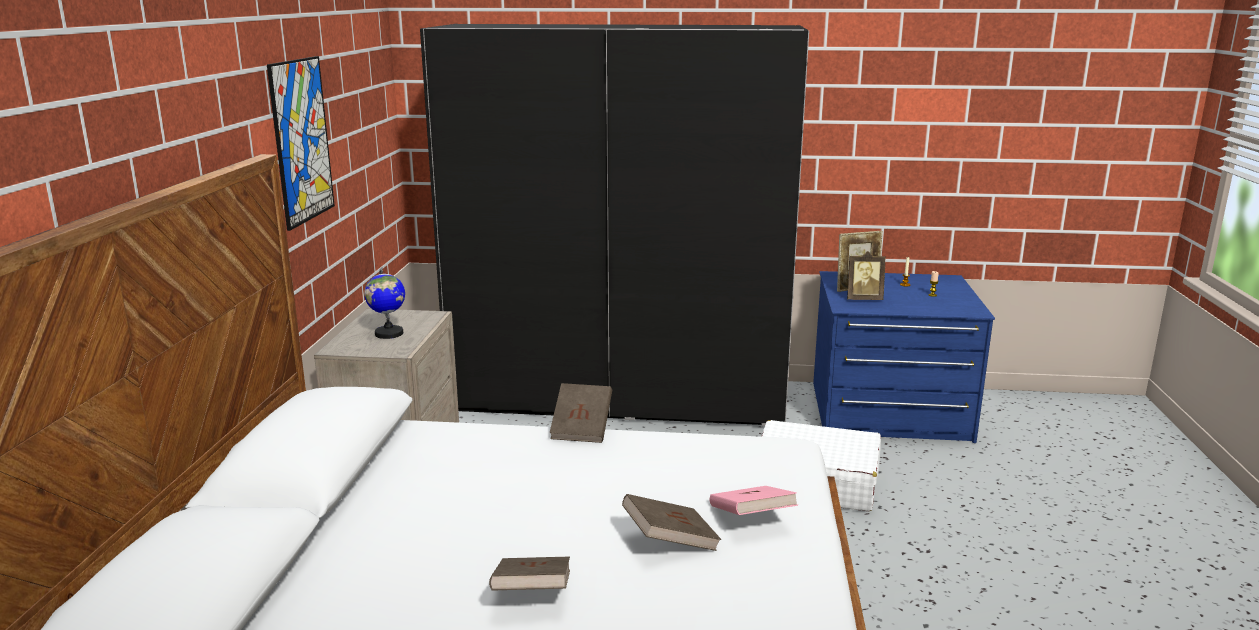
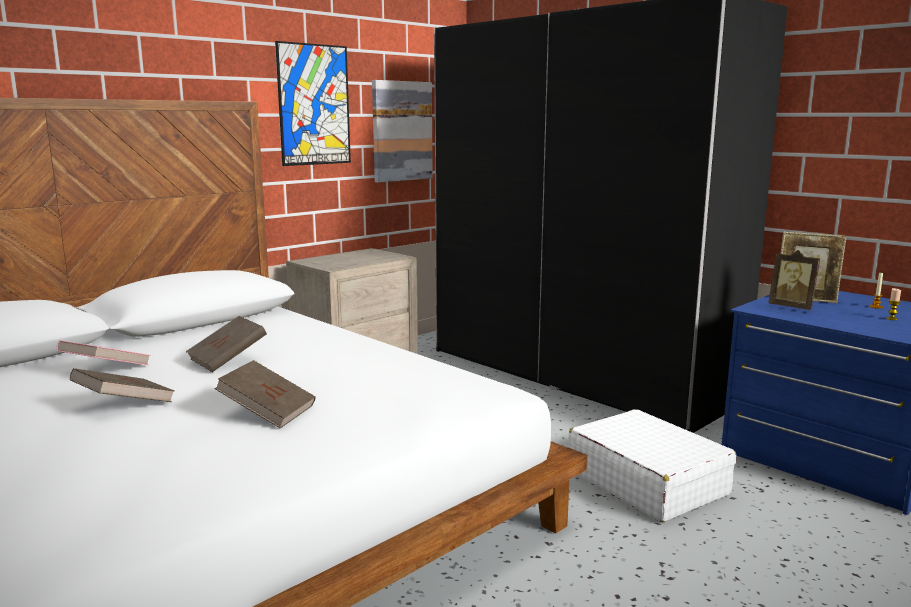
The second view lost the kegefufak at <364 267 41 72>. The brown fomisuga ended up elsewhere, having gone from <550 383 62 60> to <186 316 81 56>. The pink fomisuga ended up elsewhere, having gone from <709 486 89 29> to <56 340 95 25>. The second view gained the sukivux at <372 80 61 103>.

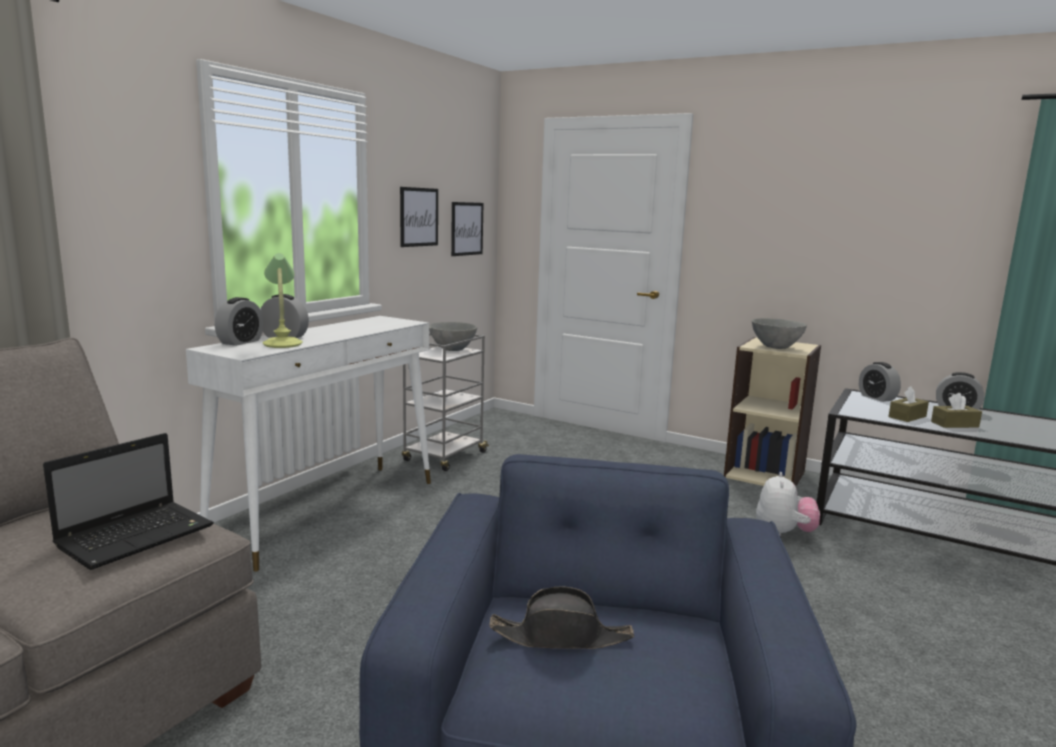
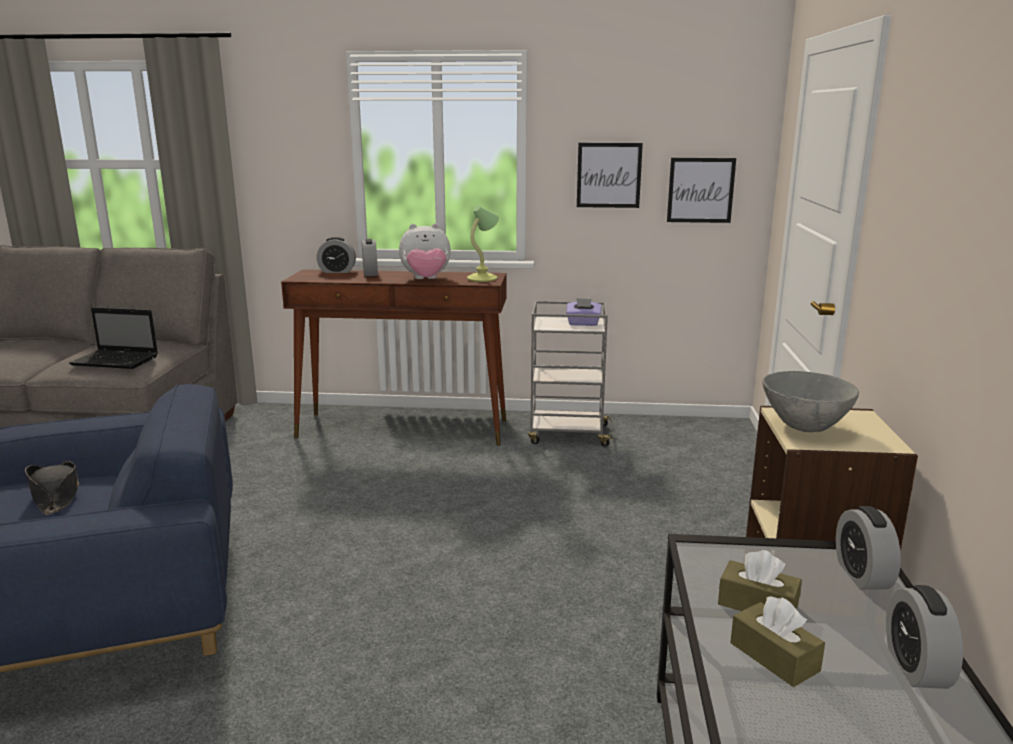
What was the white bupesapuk at <186 316 245 256> turned into the brown bupesapuk at <281 269 225 177>. The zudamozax ended up elsewhere, having gone from <263 253 40 95> to <467 206 32 76>. Where the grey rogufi stood at <429 322 48 29>, the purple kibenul came to stand at <566 298 36 28>. The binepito ended up elsewhere, having gone from <756 472 64 64> to <399 223 52 56>. The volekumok at <859 362 42 40> ended up facing another way, 45 degrees counterclockwise from before.

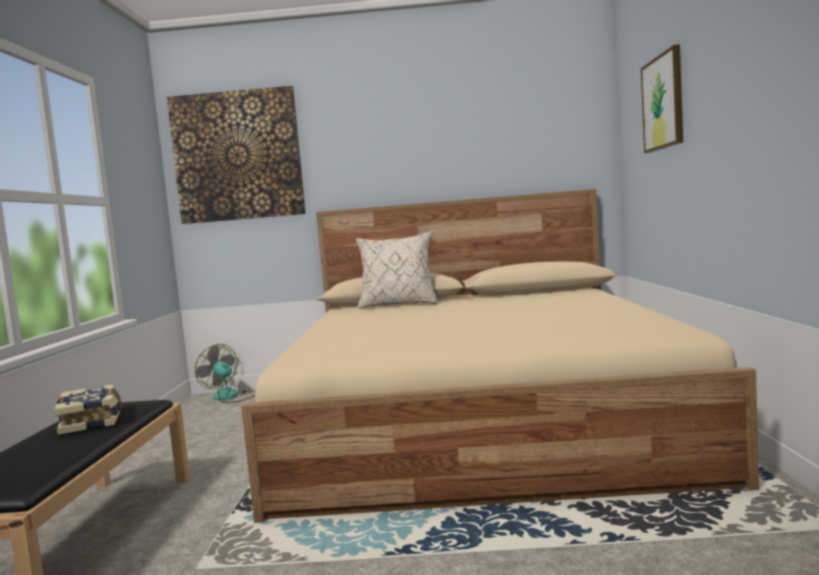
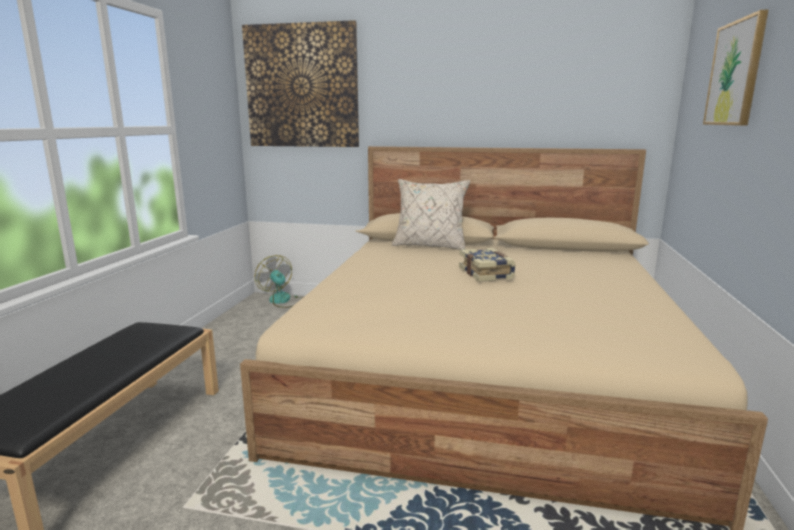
The fomisuga ended up elsewhere, having gone from <54 384 67 51> to <459 248 57 34>.

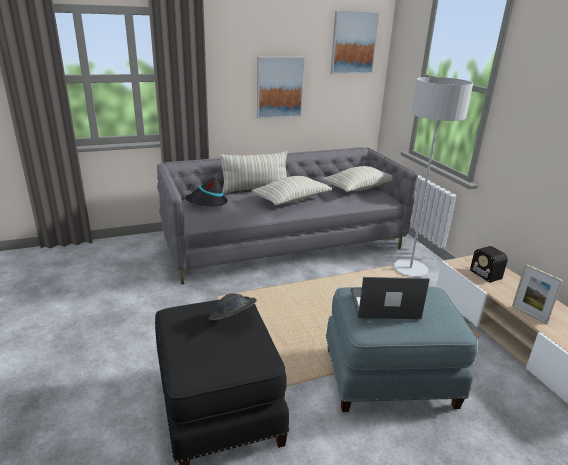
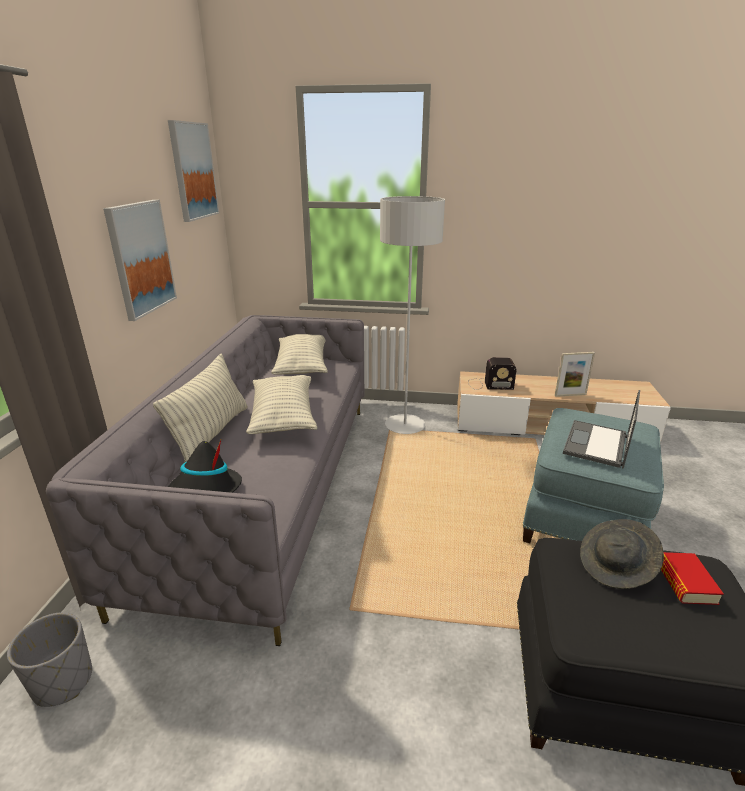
The second view gained the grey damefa at <7 612 85 95>. The second view gained the fomisuga at <661 552 63 53>.

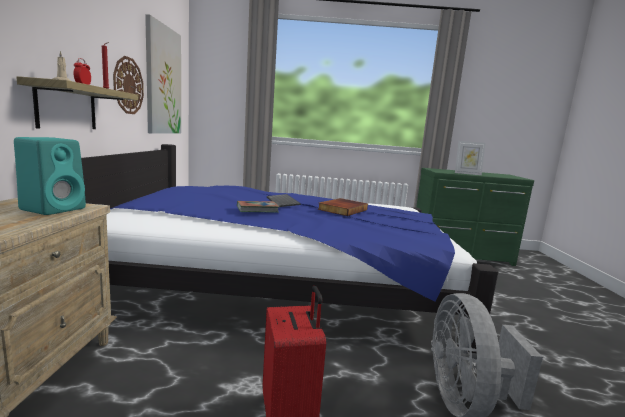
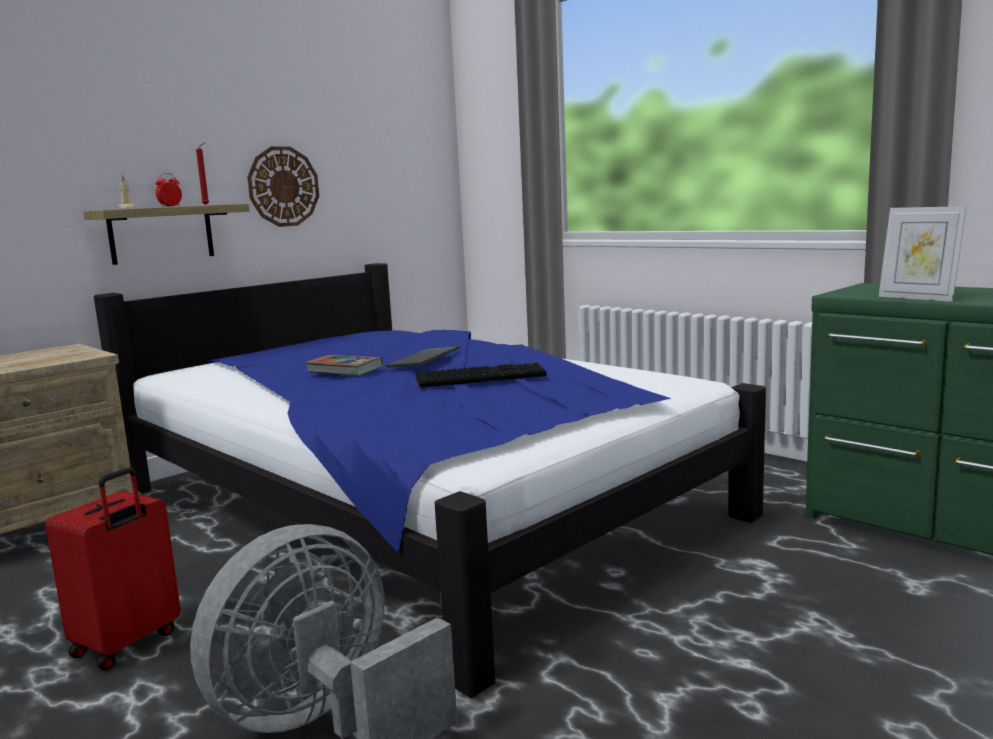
The second view lost the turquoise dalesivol at <14 137 72 78>. The second view lost the sukivux at <145 14 36 120>. Where the fomisuga stood at <318 198 50 18>, the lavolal came to stand at <415 363 132 25>.

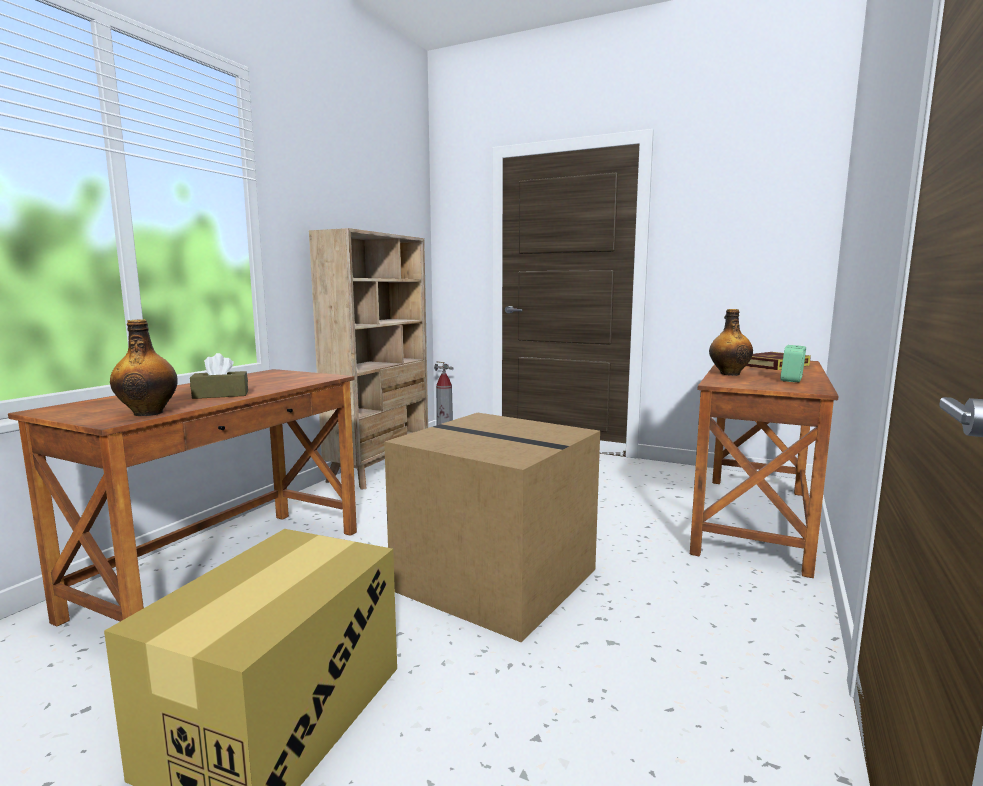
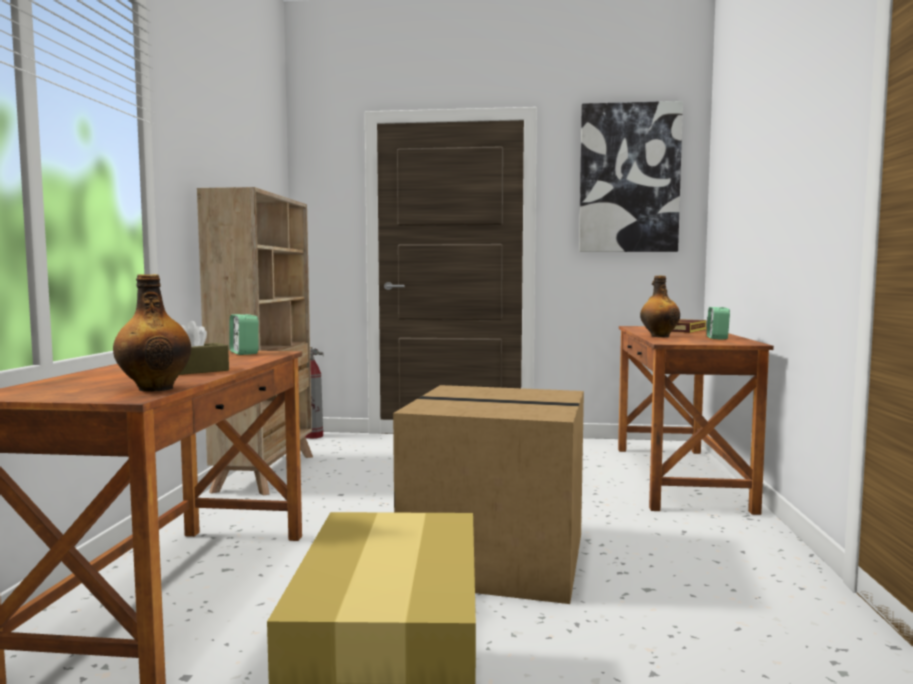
The second view gained the volekumok at <229 314 30 41>. The second view gained the sukivux at <579 101 104 151>.

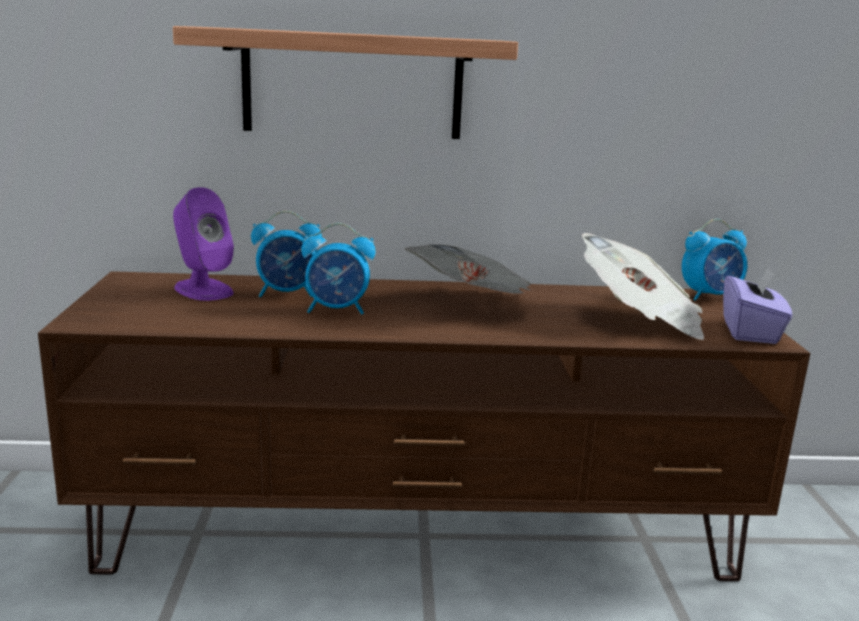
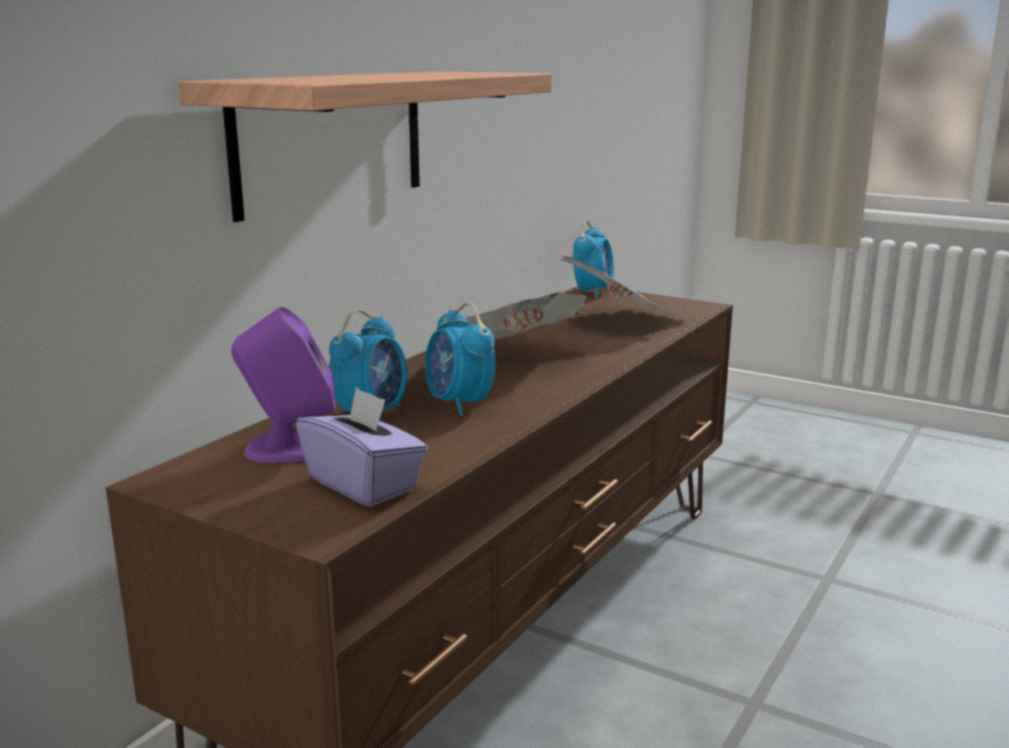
The volekumok at <301 223 75 91> ended up facing another way, 120 degrees clockwise from before. The purple kibenul ended up elsewhere, having gone from <723 267 69 77> to <296 387 132 120>.

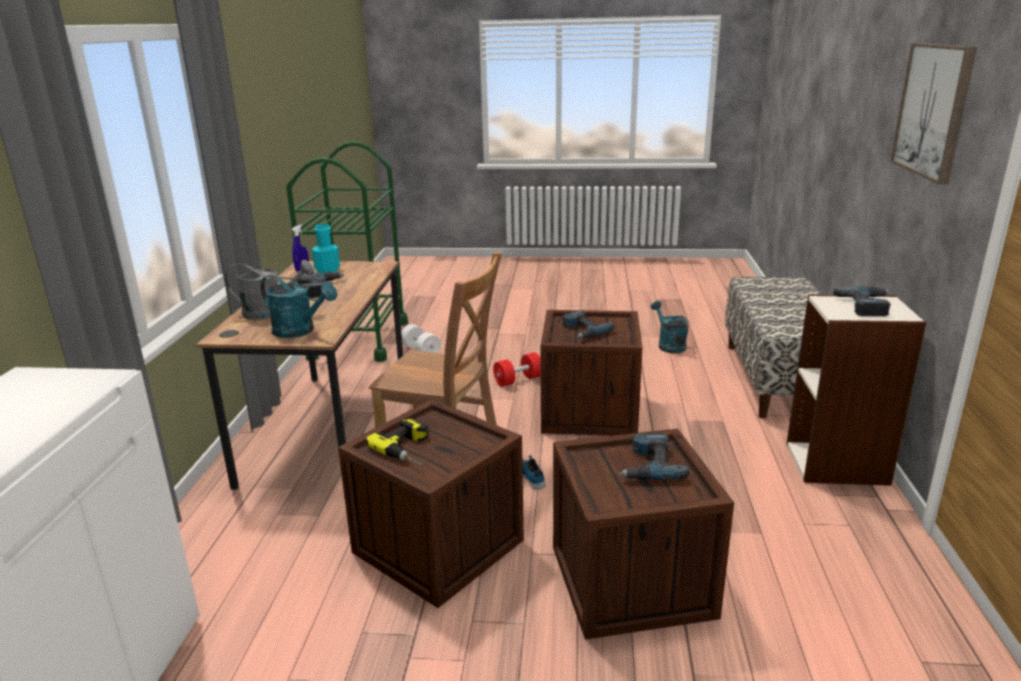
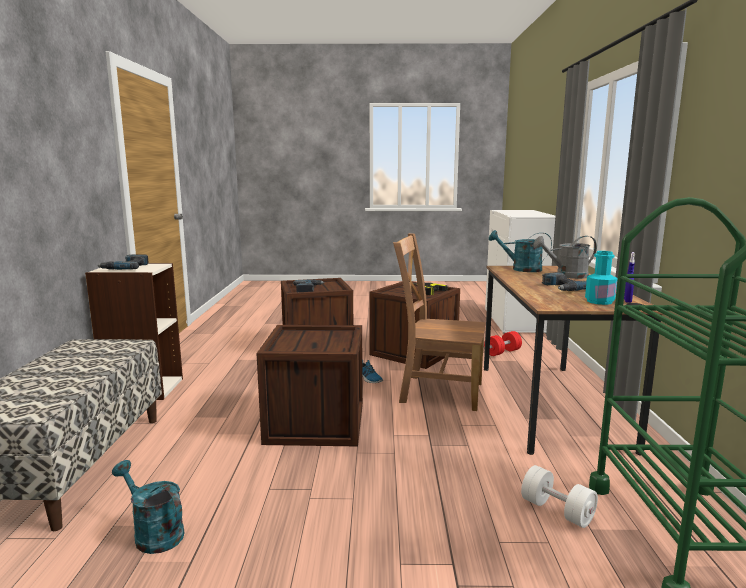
The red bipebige ended up elsewhere, having gone from <493 352 48 35> to <484 331 38 25>. The second view lost the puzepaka at <562 310 53 29>. The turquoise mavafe at <651 301 37 52> ended up facing another way, 150 degrees clockwise from before. The second view lost the sukivux at <890 43 87 141>.

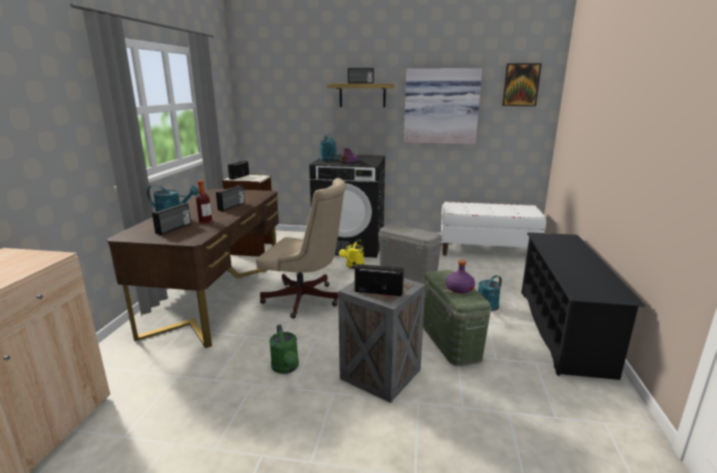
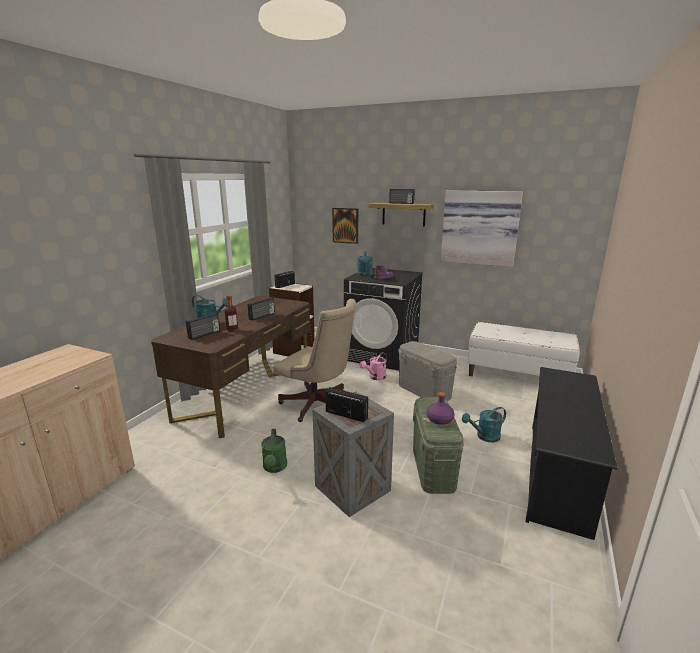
What was the yellow mavafe at <339 239 25 30> turned into the pink mavafe at <360 352 27 28>. The sukivux ended up elsewhere, having gone from <502 63 40 43> to <332 208 26 36>.

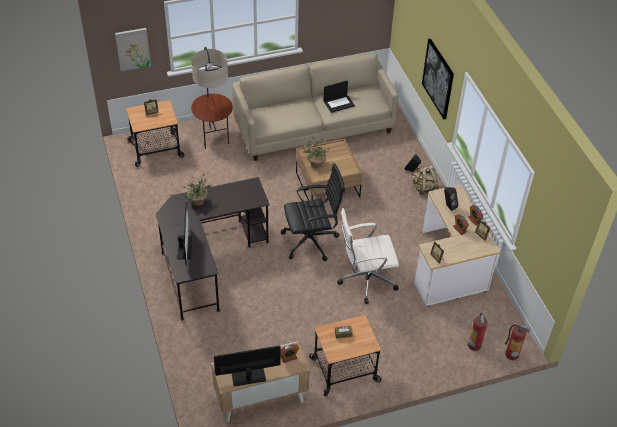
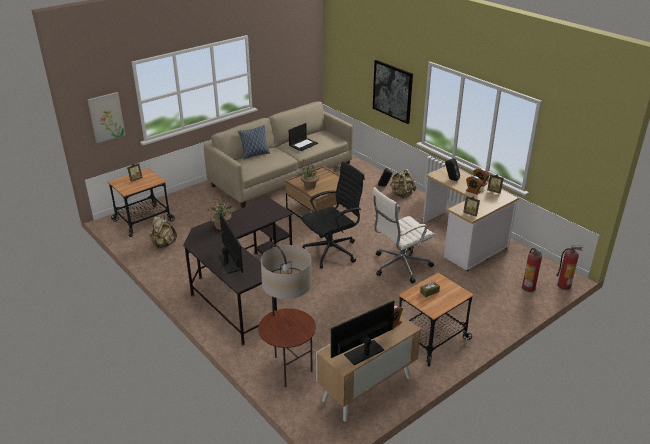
The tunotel ended up elsewhere, having gone from <191 47 42 102> to <258 244 58 143>. The second view gained the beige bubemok at <149 215 28 33>. The second view gained the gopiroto at <238 125 32 34>.

